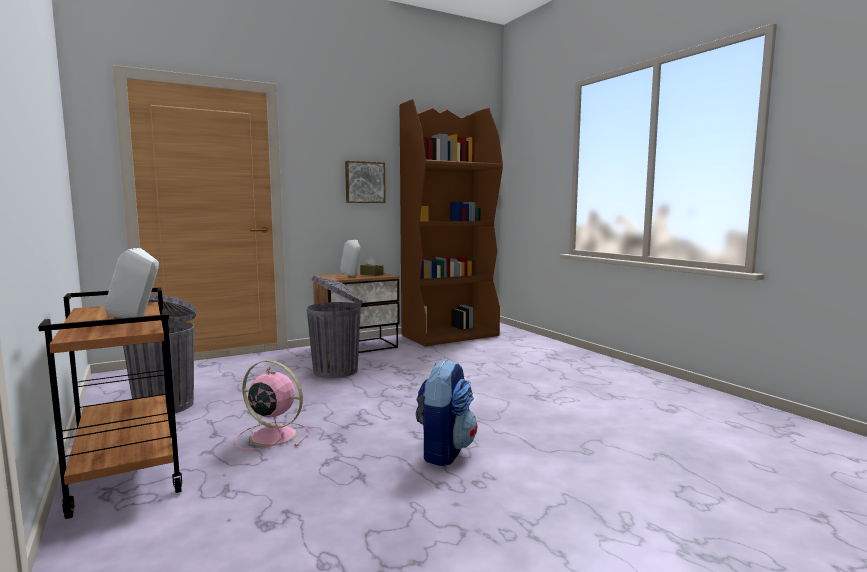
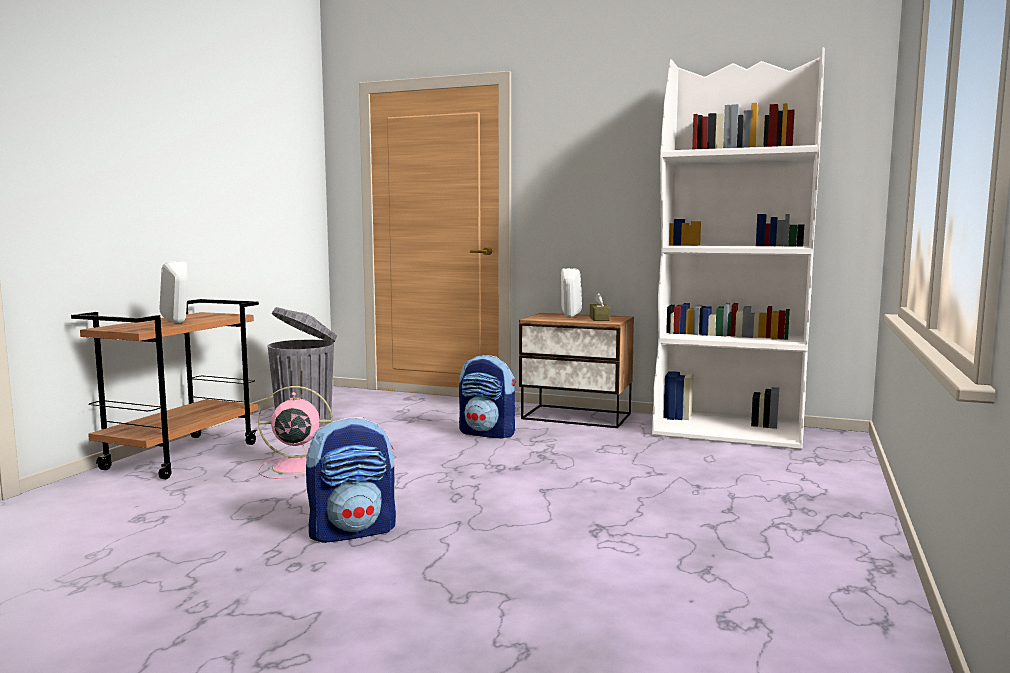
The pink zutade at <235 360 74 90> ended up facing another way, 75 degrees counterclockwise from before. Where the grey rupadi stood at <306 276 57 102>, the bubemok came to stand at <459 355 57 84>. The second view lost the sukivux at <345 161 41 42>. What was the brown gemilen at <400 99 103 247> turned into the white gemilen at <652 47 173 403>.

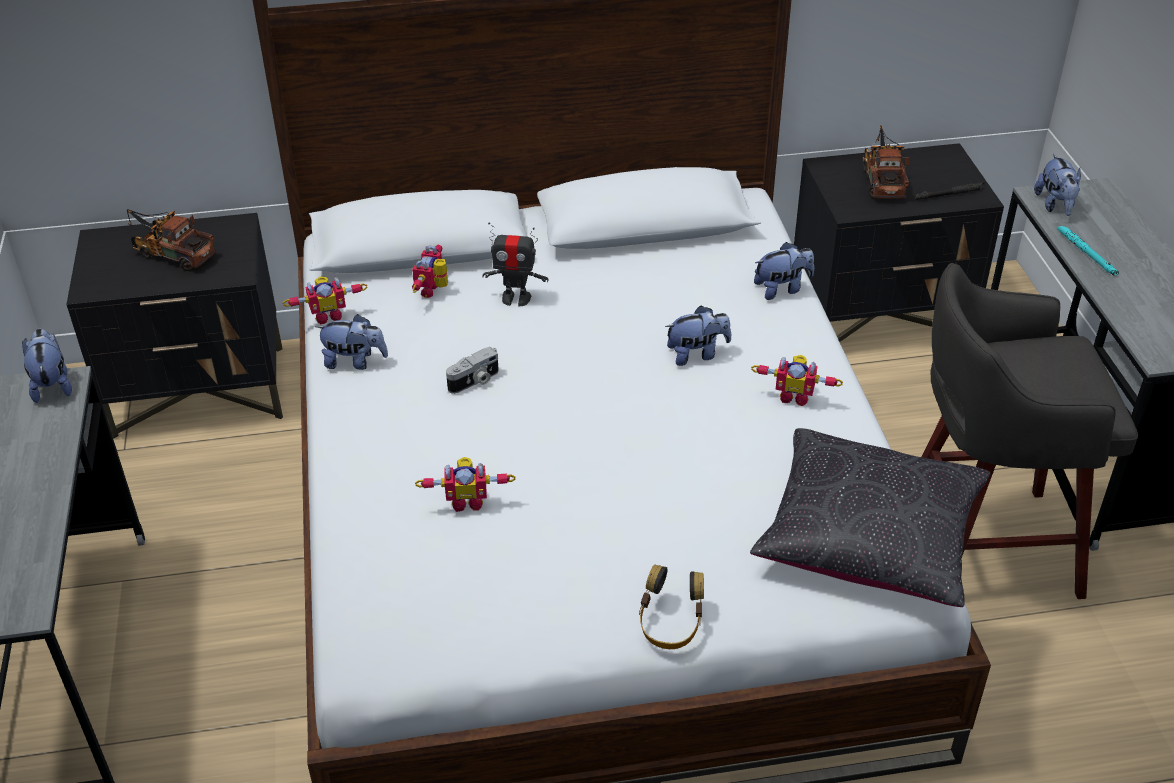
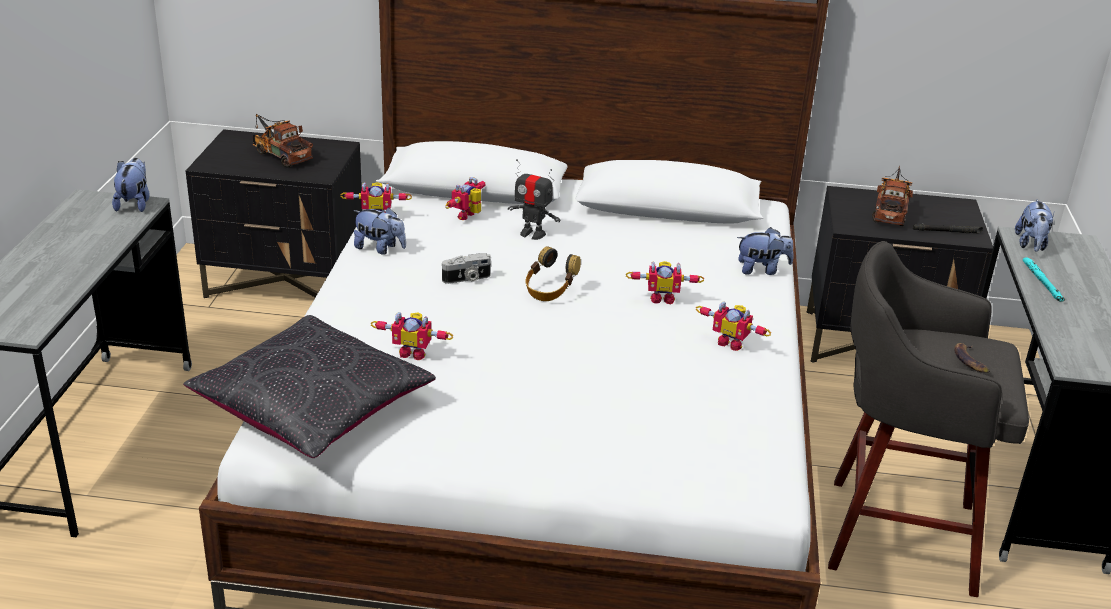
The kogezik ended up elsewhere, having gone from <639 564 65 85> to <525 246 56 55>. Where the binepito stood at <665 306 66 60>, the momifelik came to stand at <626 261 78 43>. The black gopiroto ended up elsewhere, having gone from <750 428 241 179> to <183 315 253 143>. The second view gained the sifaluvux at <954 343 36 30>.

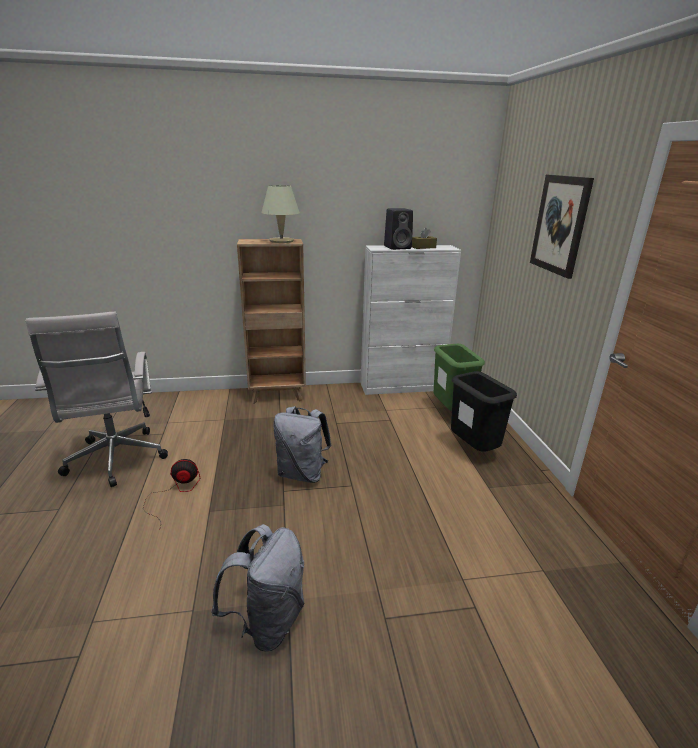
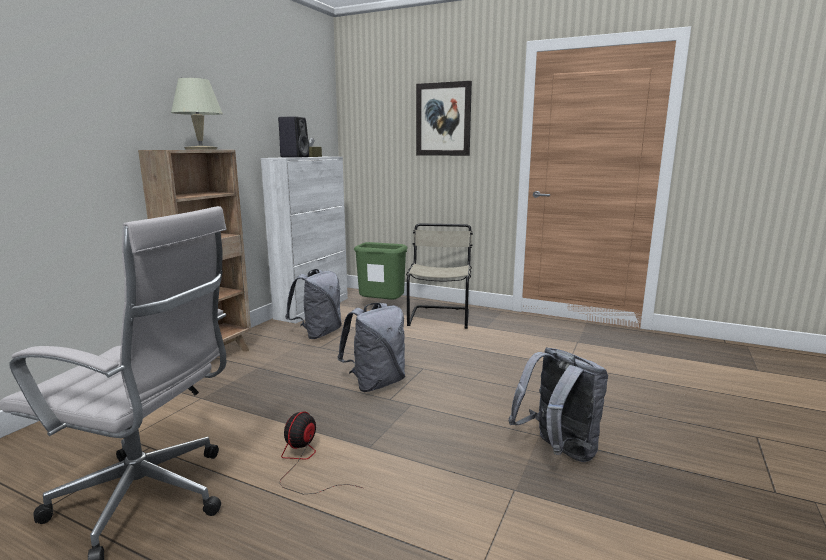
Where the black rupadi stood at <451 371 66 81>, the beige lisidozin came to stand at <406 223 67 106>. The second view gained the grey bubemok at <285 269 57 70>.

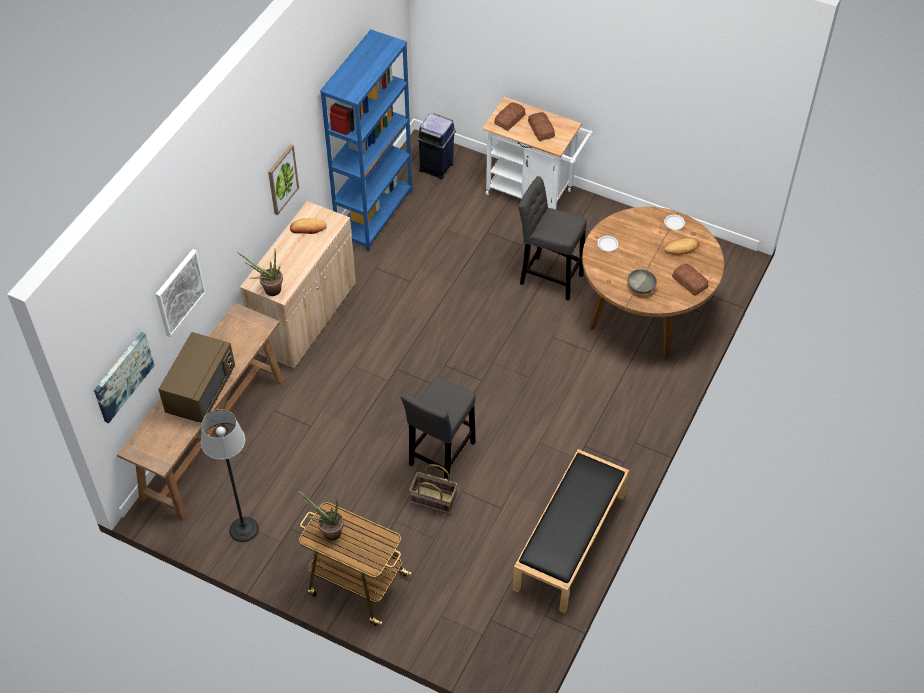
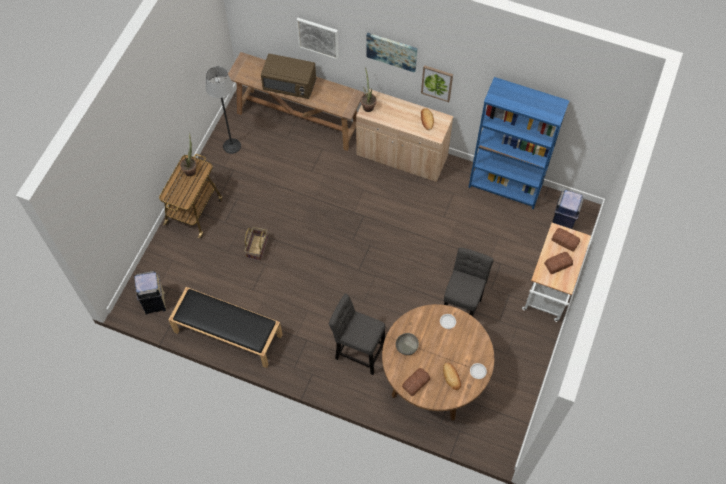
The sukivux ended up elsewhere, having gone from <94 332 61 92> to <366 33 51 40>. The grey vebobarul ended up elsewhere, having gone from <401 376 75 104> to <329 294 56 81>. The second view gained the beige rupadi at <134 271 33 44>.

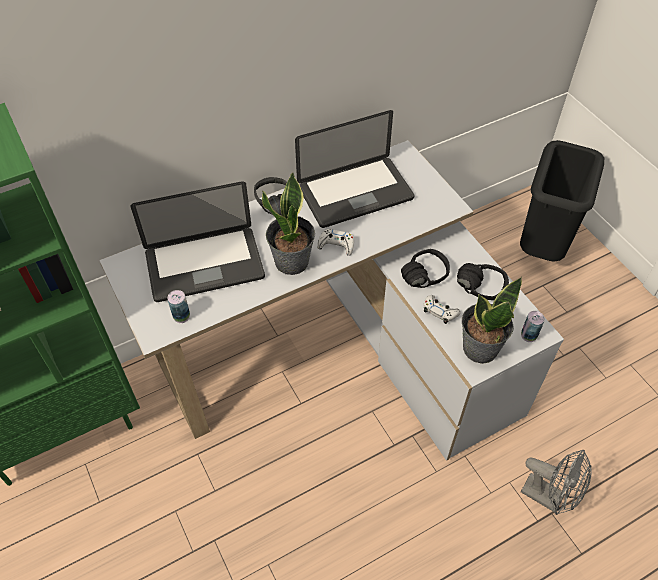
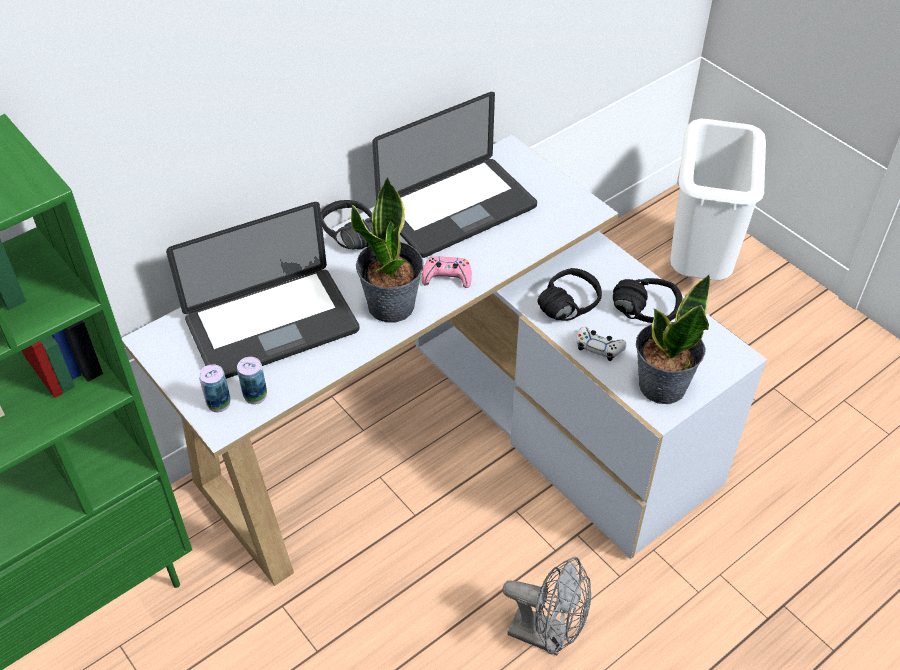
What was the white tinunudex at <317 229 37 27> turned into the pink tinunudex at <422 256 50 32>. What was the black rupadi at <520 140 84 122> turned into the white rupadi at <670 119 96 161>. The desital ended up elsewhere, having gone from <521 311 24 31> to <199 364 31 49>. The grey zutade ended up elsewhere, having gone from <521 450 71 65> to <503 556 88 99>.

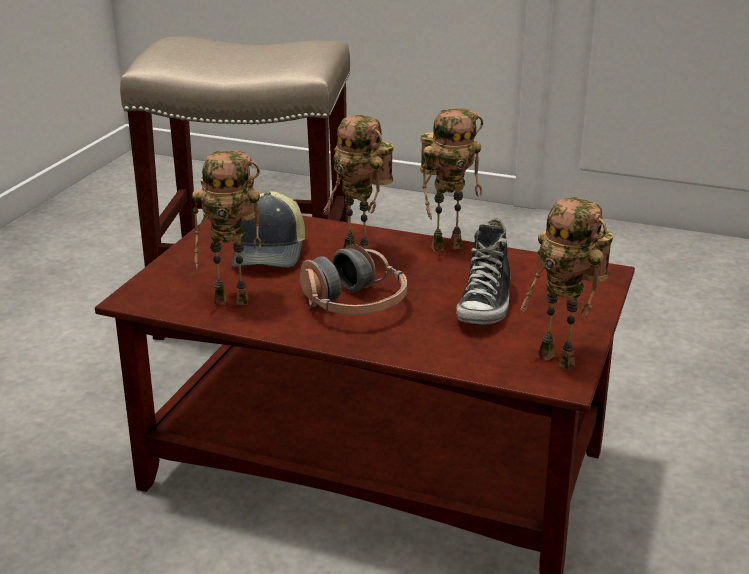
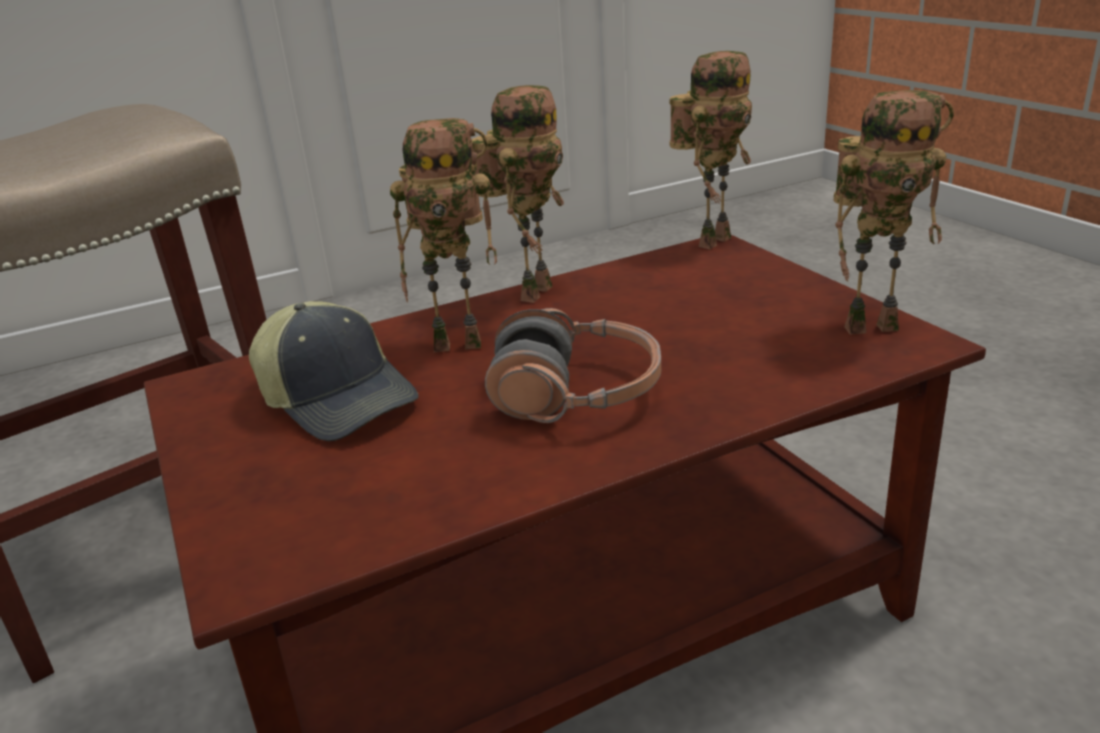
The momifelik ended up elsewhere, having gone from <192 151 69 154> to <669 51 83 198>. The second view lost the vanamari at <456 218 55 107>.

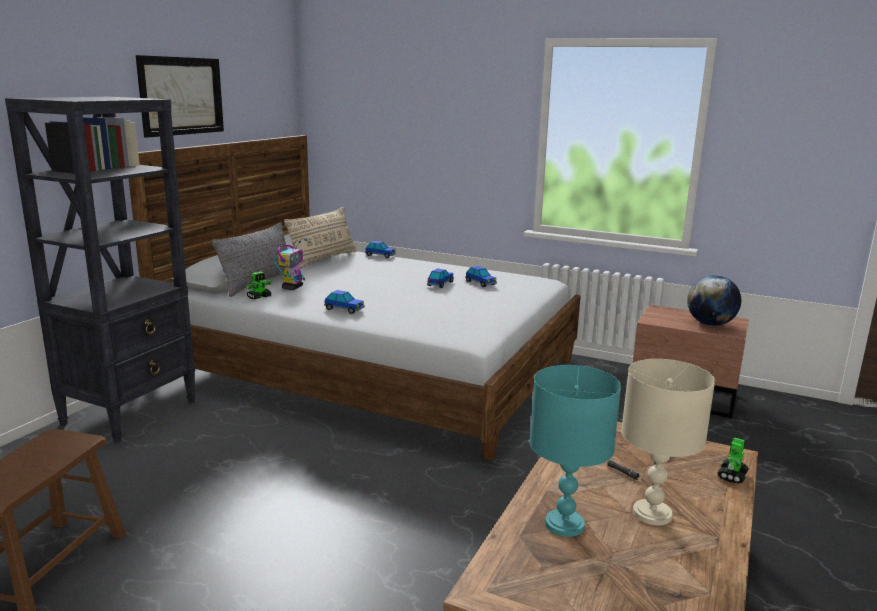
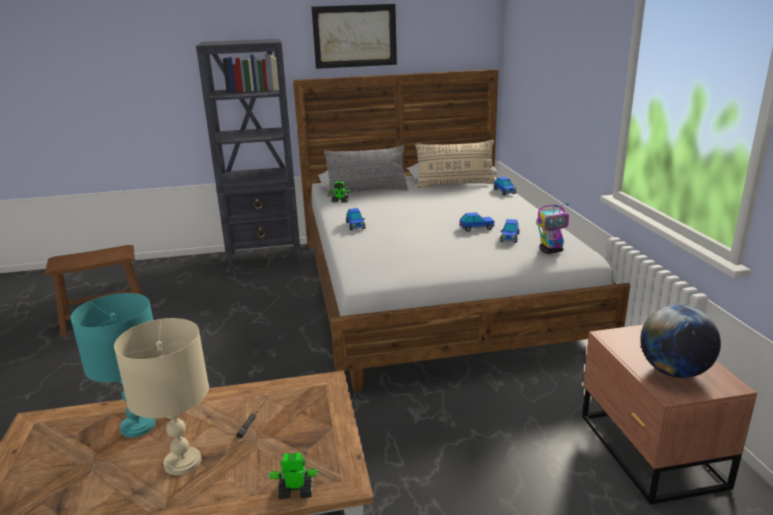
The momifelik ended up elsewhere, having gone from <274 239 33 51> to <537 203 32 51>.

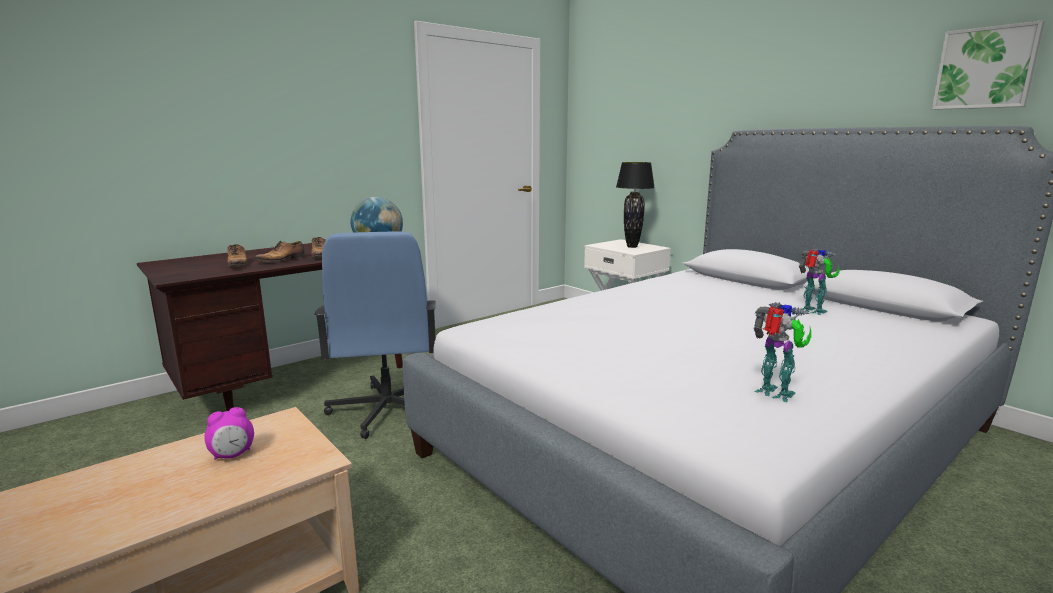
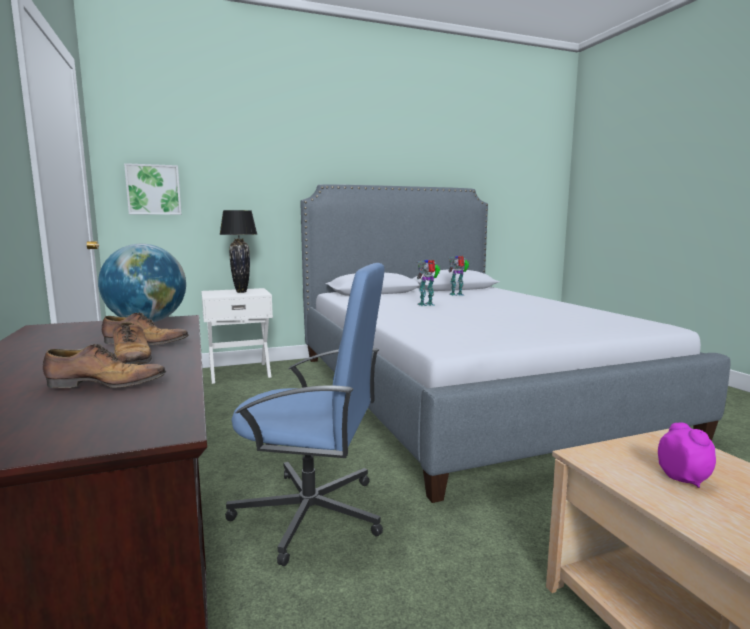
The momifelik ended up elsewhere, having gone from <753 302 58 100> to <416 260 24 46>. The sukivux ended up elsewhere, having gone from <932 20 113 90> to <124 163 57 52>.

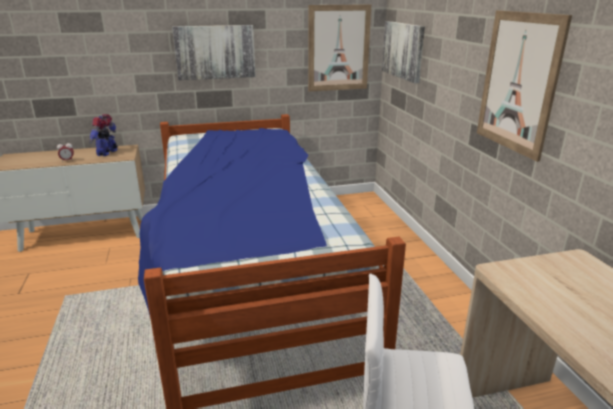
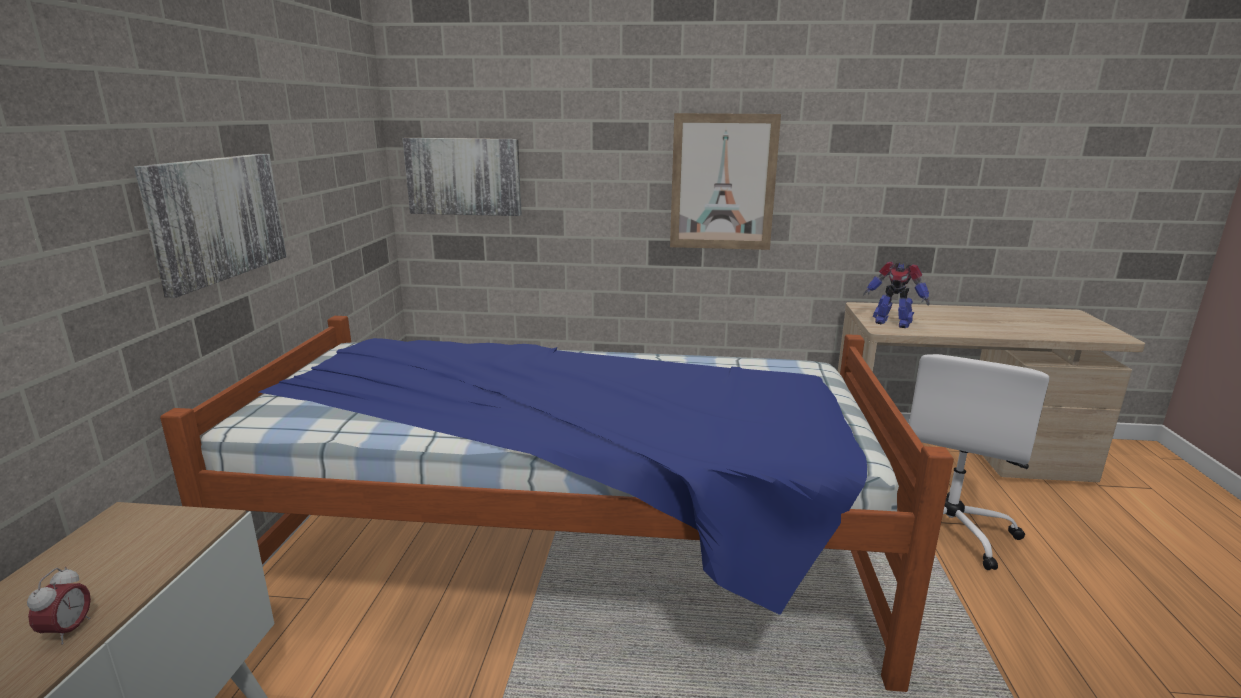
The momifelik ended up elsewhere, having gone from <89 114 29 42> to <863 261 67 67>. The second view lost the sukivux at <308 4 63 87>.

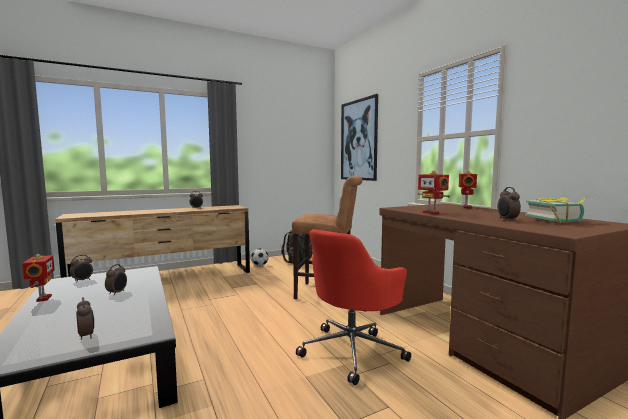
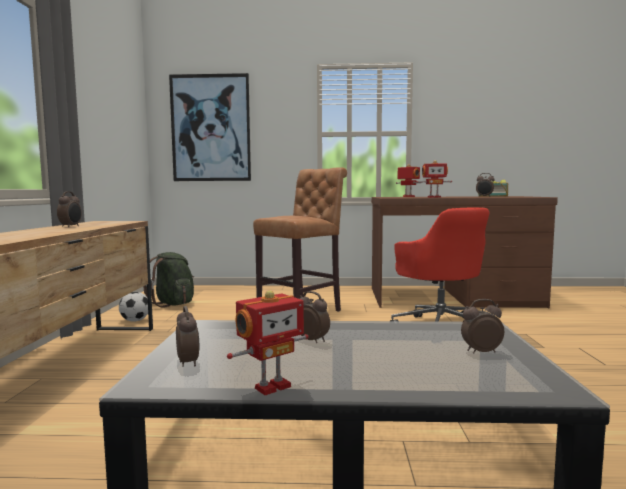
The momifelik at <22 254 33 48> ended up facing another way, 135 degrees clockwise from before.

